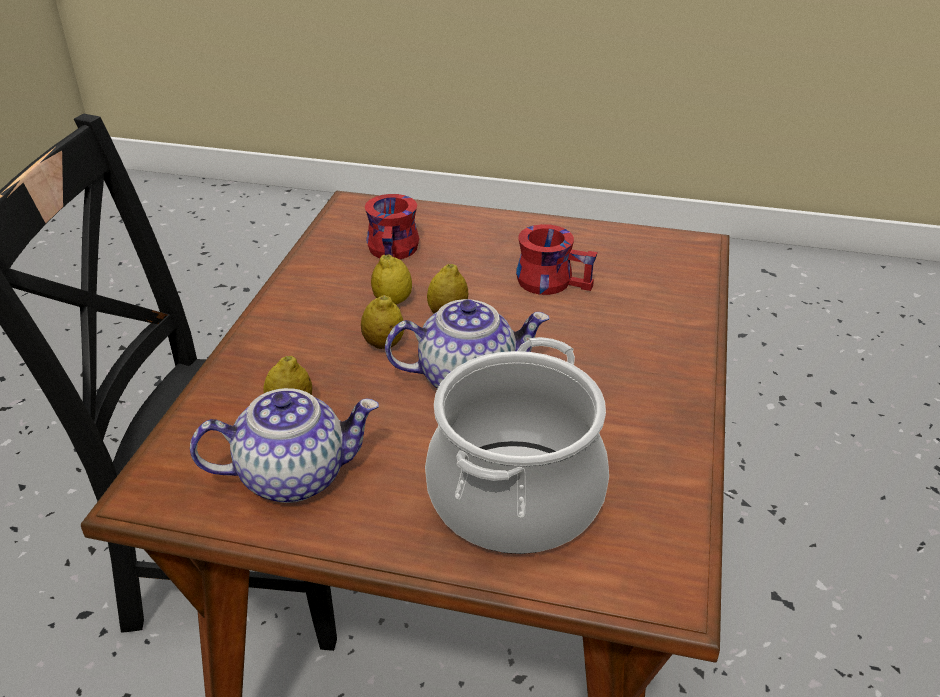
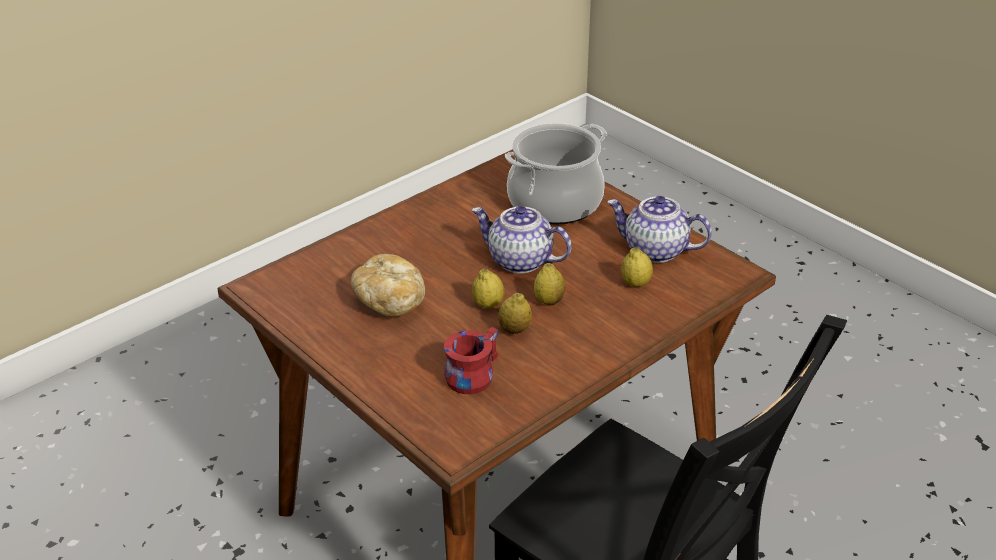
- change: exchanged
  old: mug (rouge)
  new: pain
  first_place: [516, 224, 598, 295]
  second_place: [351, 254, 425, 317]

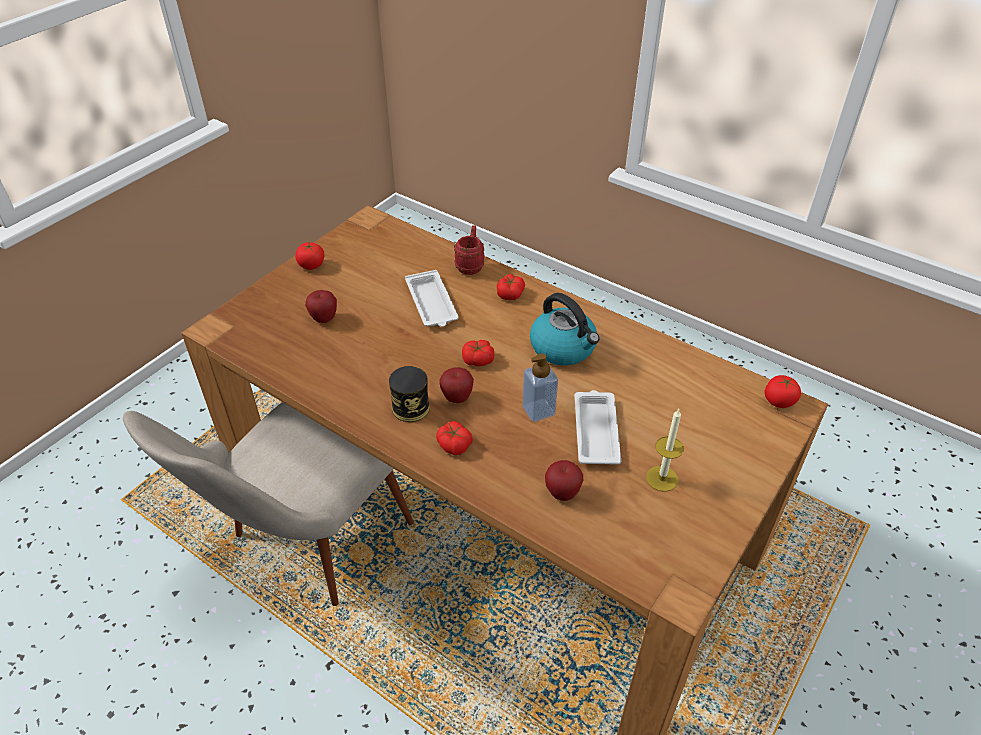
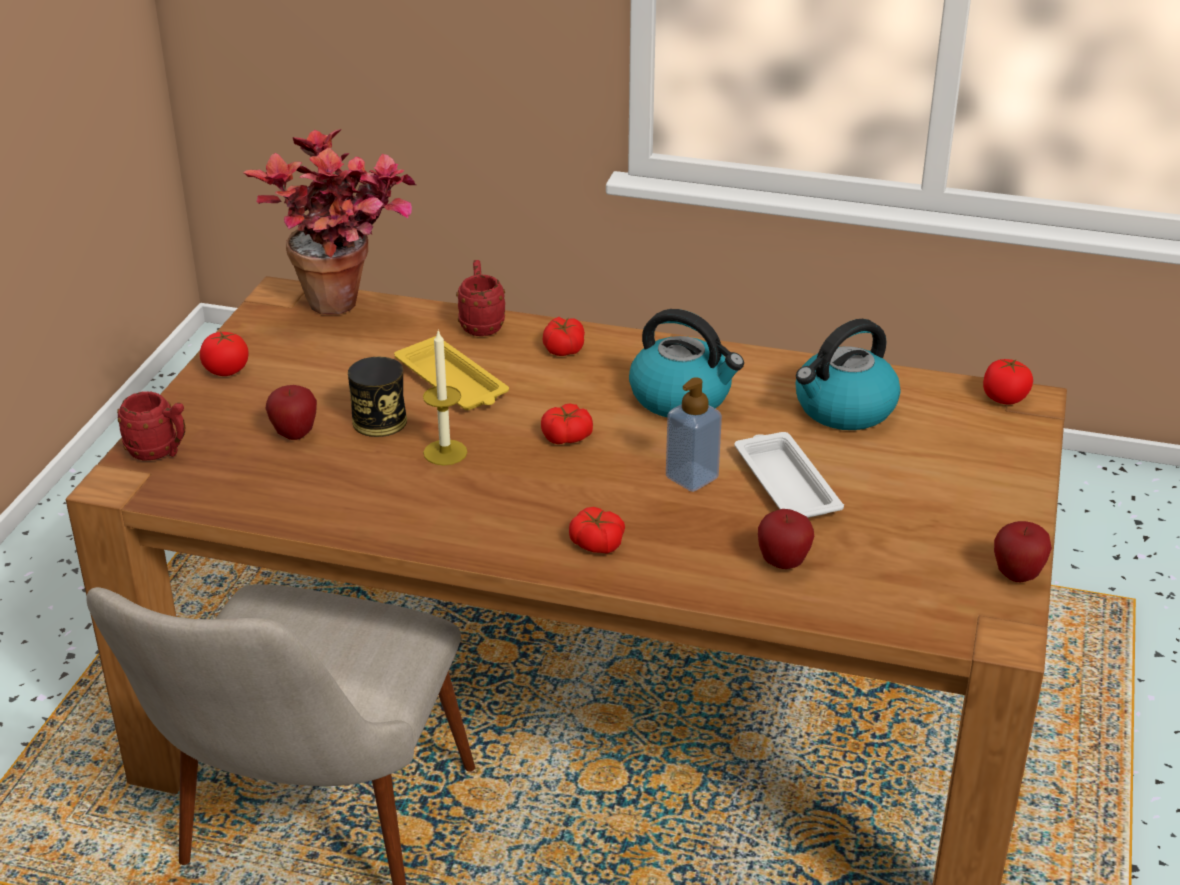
- change: relocated
  old: boîte métallique
  first_place: [389, 366, 430, 422]
  second_place: [348, 357, 407, 437]
- change: colour
  old: plateau (blanc)
  new: plateau (jaune)
  first_place: [405, 270, 459, 327]
  second_place: [394, 336, 509, 410]
- change: relocated
  old: pomme
  first_place: [439, 367, 474, 403]
  second_place: [994, 521, 1052, 582]
- change: relocated
  old: bougie
  first_place: [646, 409, 684, 492]
  second_place: [423, 329, 467, 465]
- change: appeared
  new: mug (rouge)
  second_place: [117, 391, 185, 460]
- change: appeared
  new: plante en pot
  second_place: [243, 129, 416, 314]
- change: appeared
  new: bouilloire
  second_place: [796, 319, 901, 430]

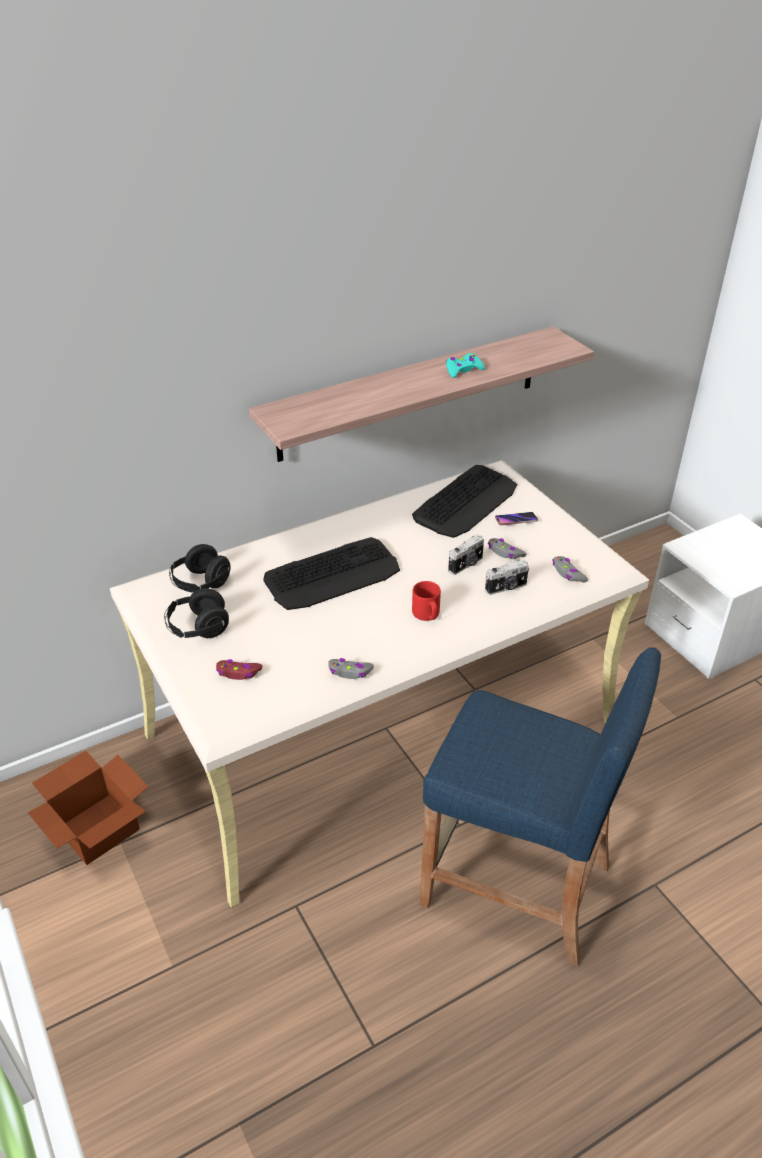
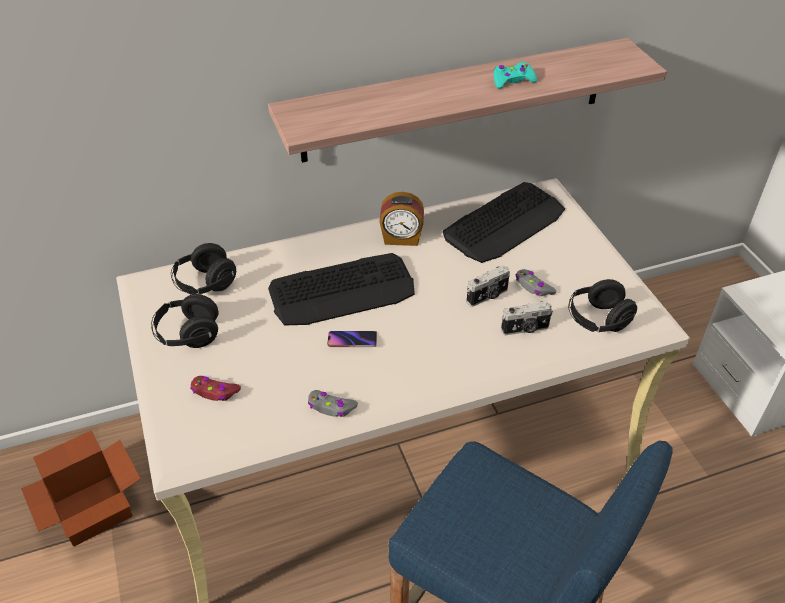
- change: missing
  old: mug (rouge)
  first_place: [412, 581, 441, 621]
- change: relocated
  old: téléphone
  first_place: [495, 512, 538, 525]
  second_place: [327, 331, 377, 347]
- change: exchanged
  old: manette (gris)
  new: casque audio (noir)
  first_place: [553, 556, 588, 583]
  second_place: [568, 279, 637, 332]
- change: appeared
  new: réveil
  second_place: [379, 192, 424, 246]

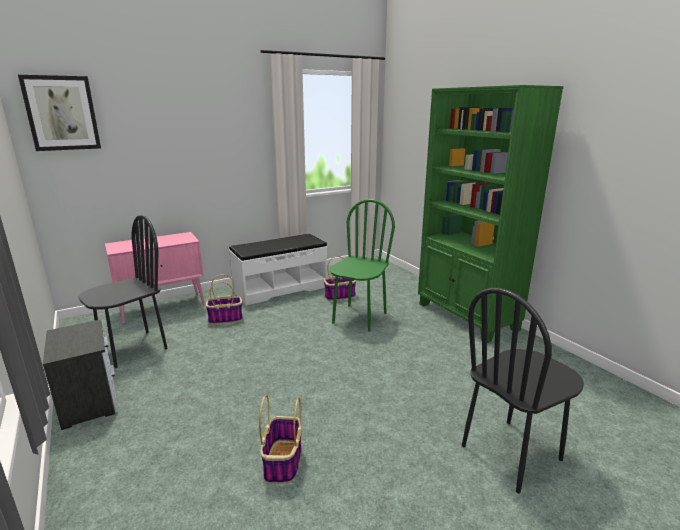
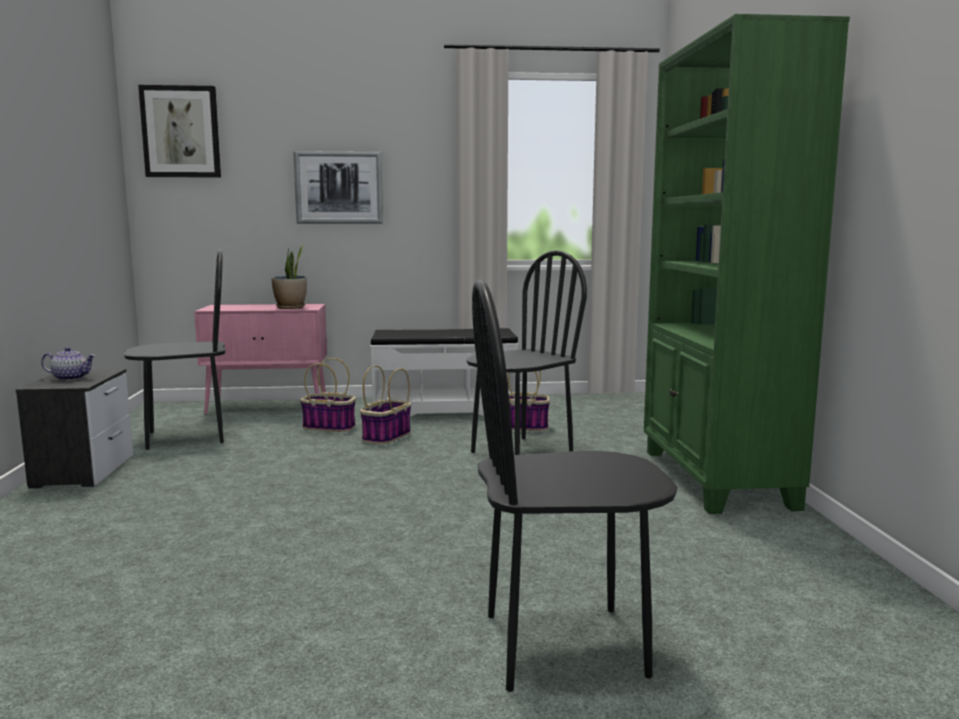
- change: relocated
  old: panier
  first_place: [259, 395, 302, 484]
  second_place: [360, 365, 411, 444]
- change: colour
  old: chaise (vert)
  new: chaise (noir)
  first_place: [330, 199, 395, 332]
  second_place: [466, 250, 587, 455]
- change: appeared
  new: théière
  second_place: [41, 347, 96, 381]
- change: appeared
  new: plante en pot
  second_place: [271, 244, 307, 309]
- change: appeared
  new: tableau
  second_place: [293, 151, 383, 224]

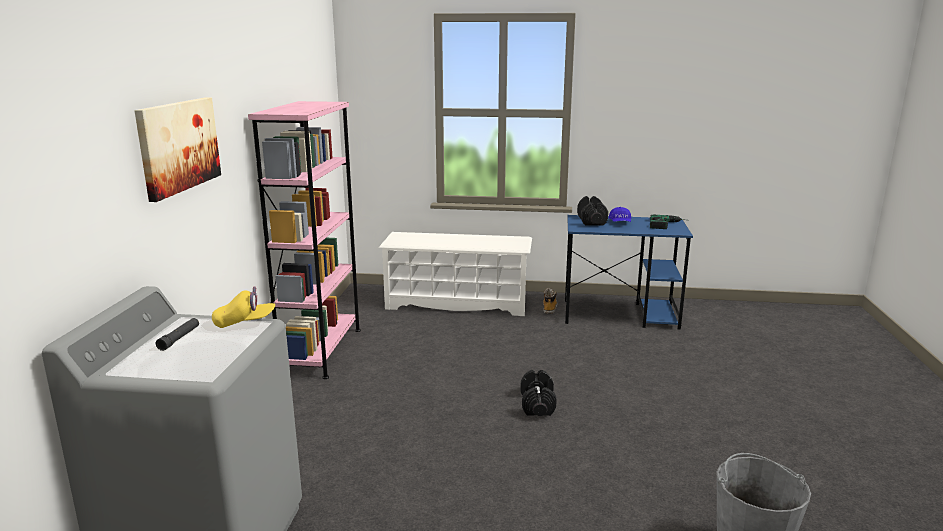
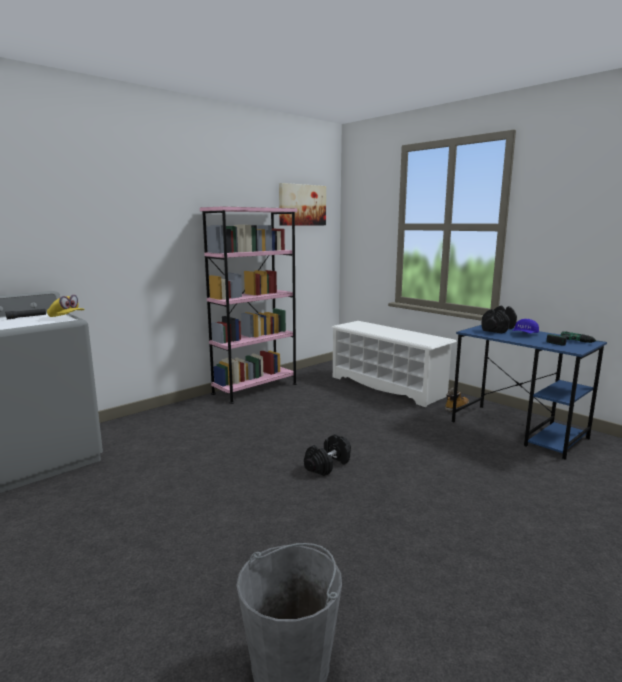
- change: relocated
  old: tableau
  first_place: [134, 97, 221, 202]
  second_place: [279, 183, 326, 226]

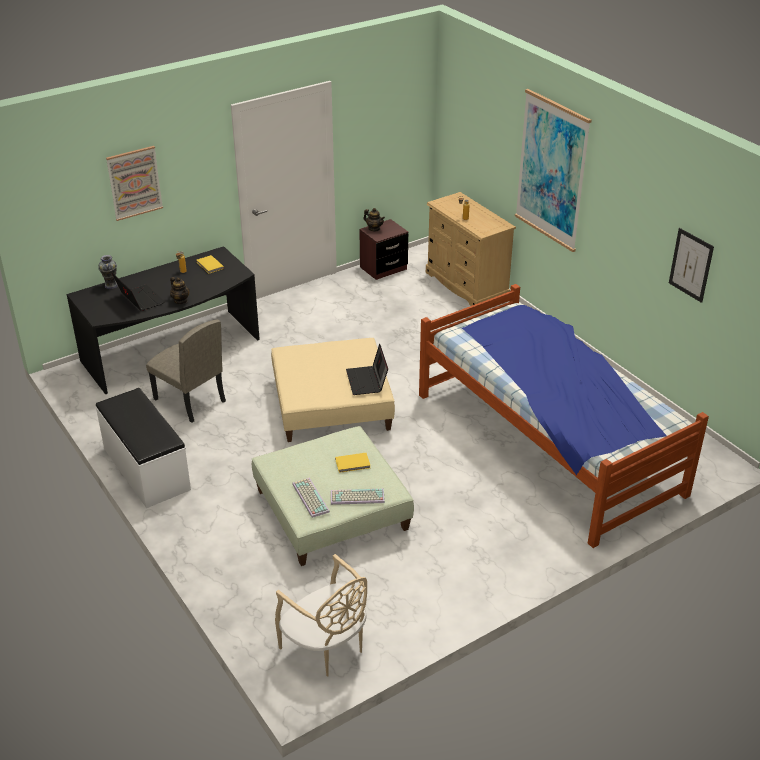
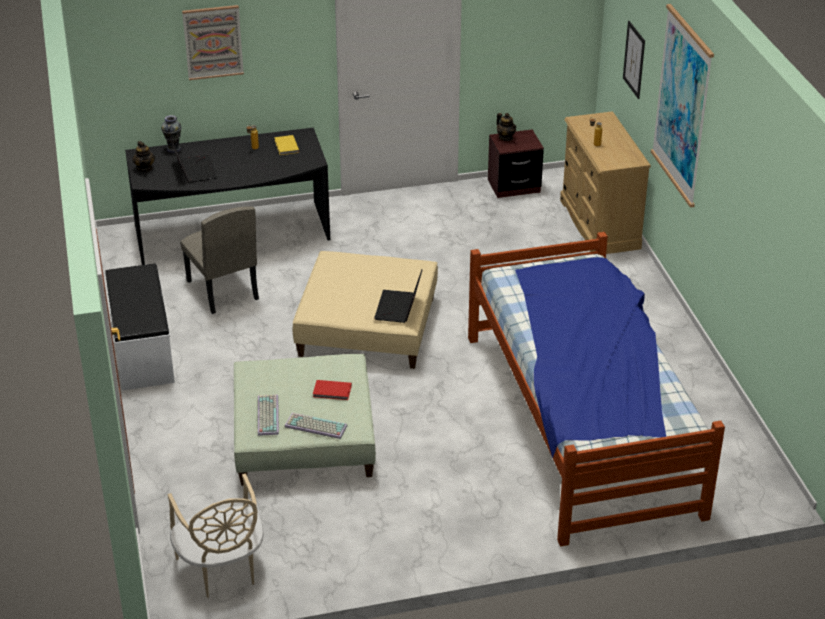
- change: relocated
  old: théière
  first_place: [170, 277, 190, 304]
  second_place: [132, 141, 155, 172]
- change: colour
  old: livre (jaune)
  new: livre (rouge)
  first_place: [335, 453, 370, 473]
  second_place: [313, 380, 352, 400]
- change: relocated
  old: tableau
  first_place: [669, 228, 714, 303]
  second_place: [623, 21, 645, 99]

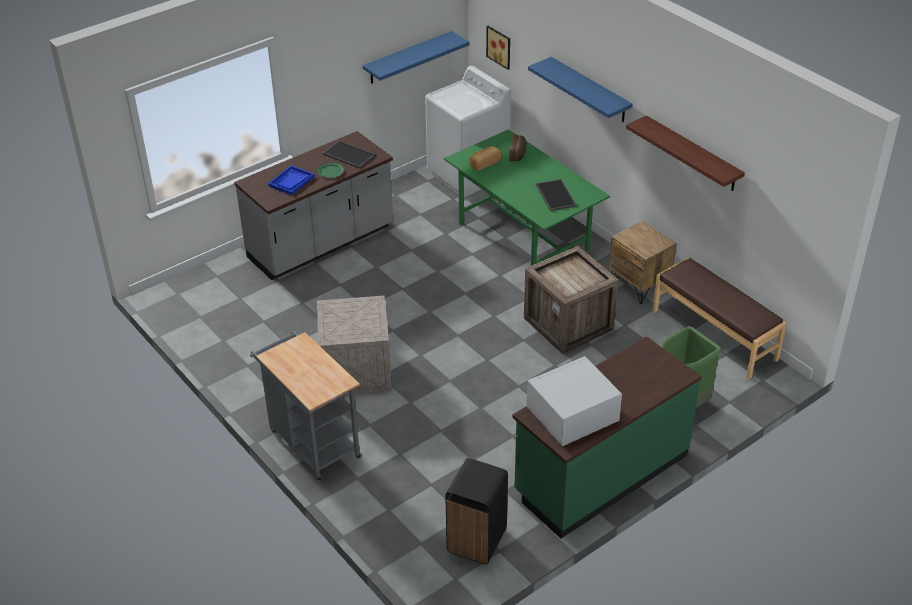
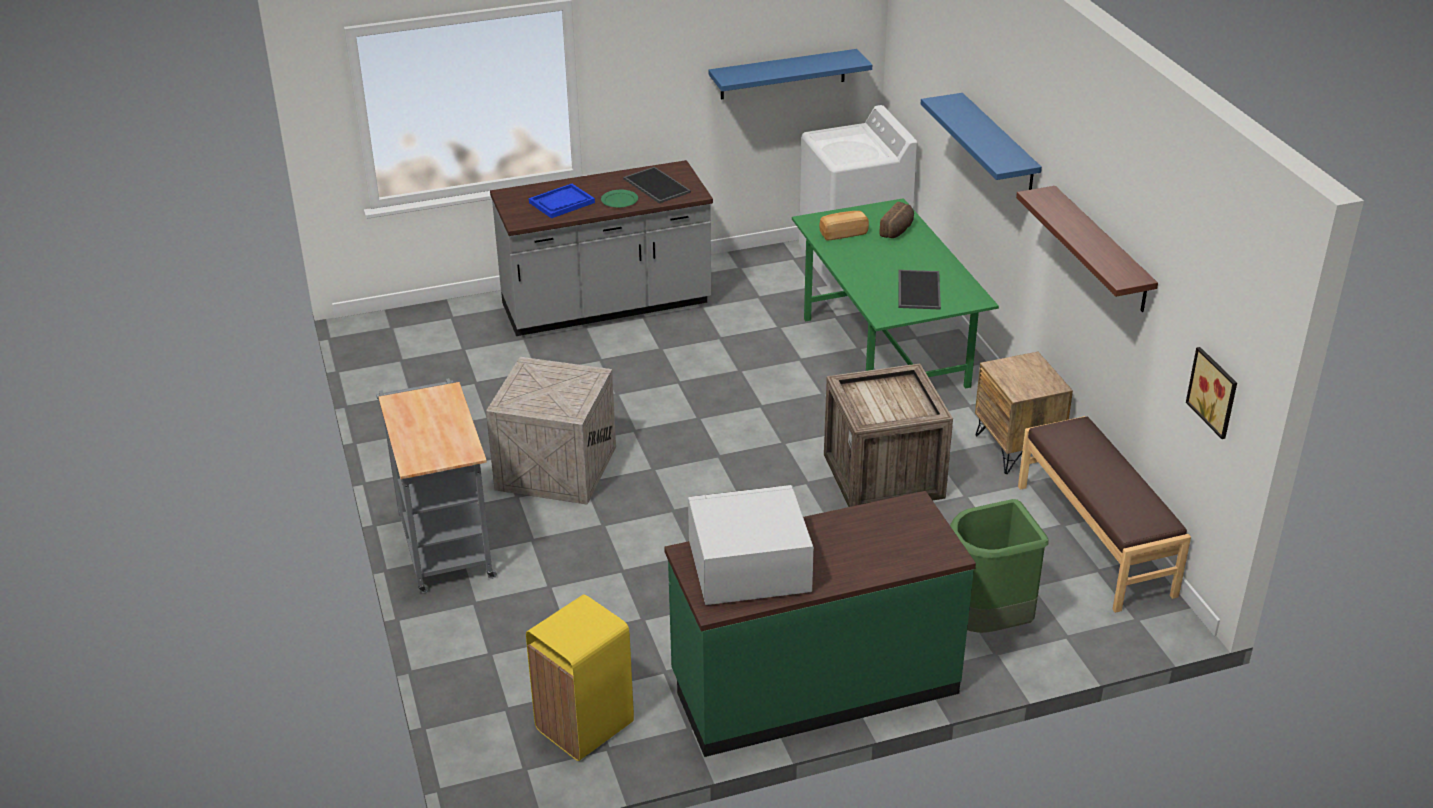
- change: colour
  old: poubelle (noir)
  new: poubelle (jaune)
  first_place: [445, 458, 508, 564]
  second_place: [526, 594, 634, 761]
- change: relocated
  old: tableau
  first_place: [486, 26, 510, 70]
  second_place: [1186, 347, 1237, 439]

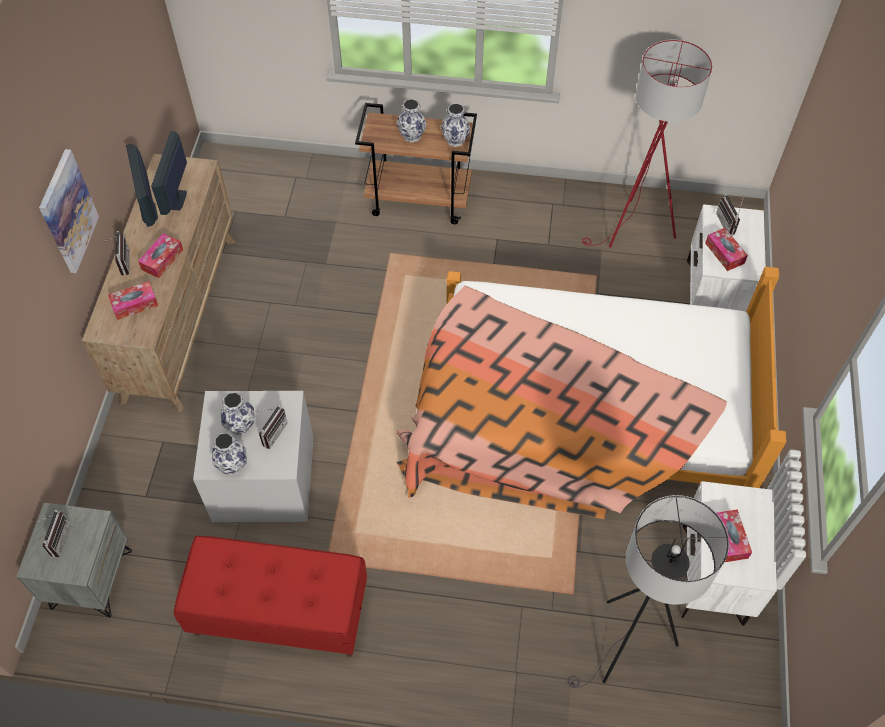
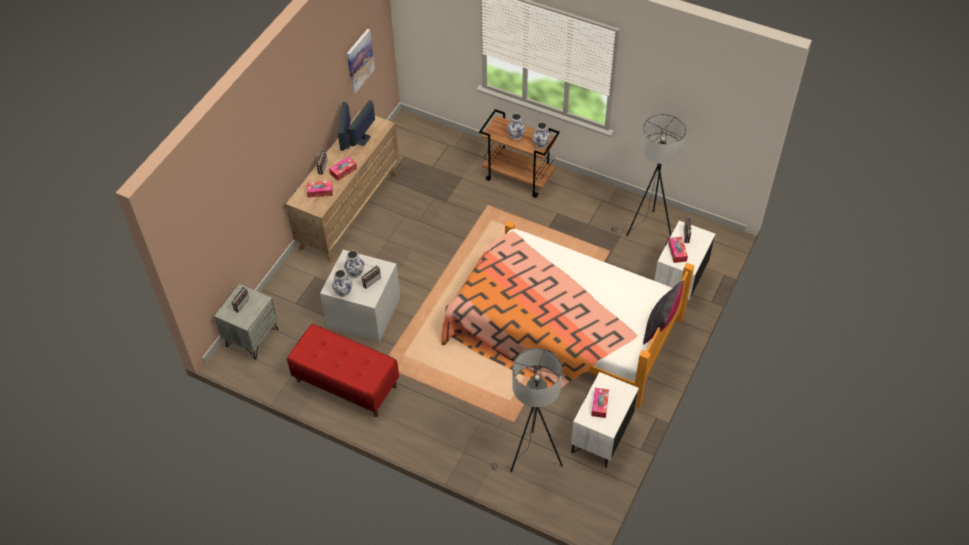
- change: relocated
  old: tableau
  first_place: [39, 149, 99, 273]
  second_place: [347, 29, 375, 94]
- change: colour
  old: lampadaire (rouge)
  new: lampadaire (gris)
  first_place: [582, 40, 712, 247]
  second_place: [611, 114, 686, 237]
- change: appeared
  new: coussin (noir)
  second_place: [643, 281, 684, 344]

